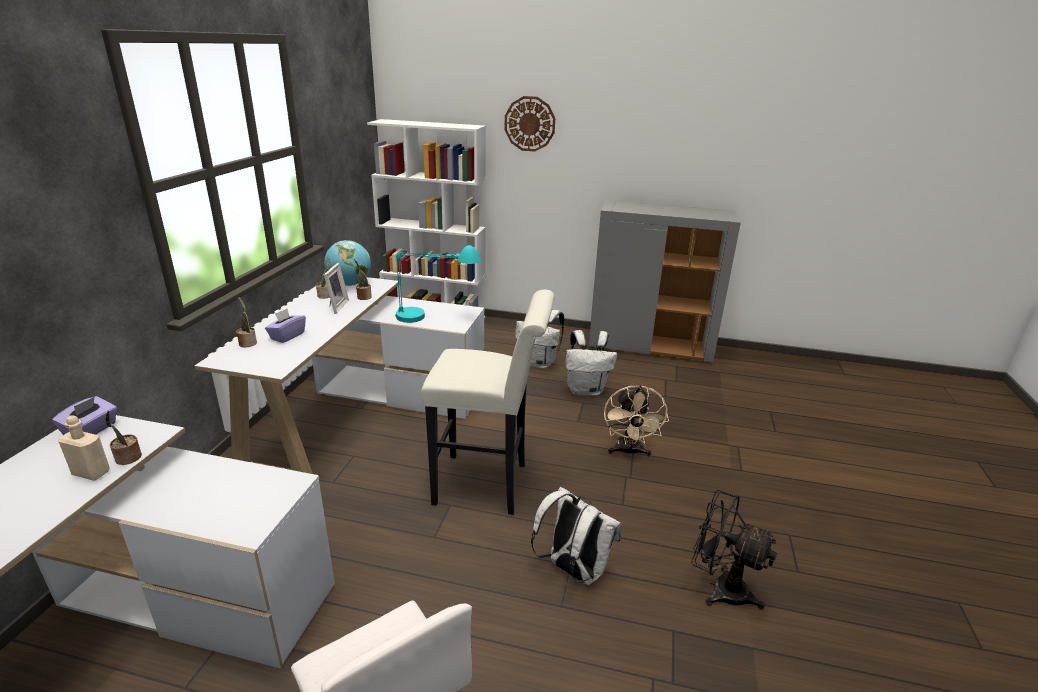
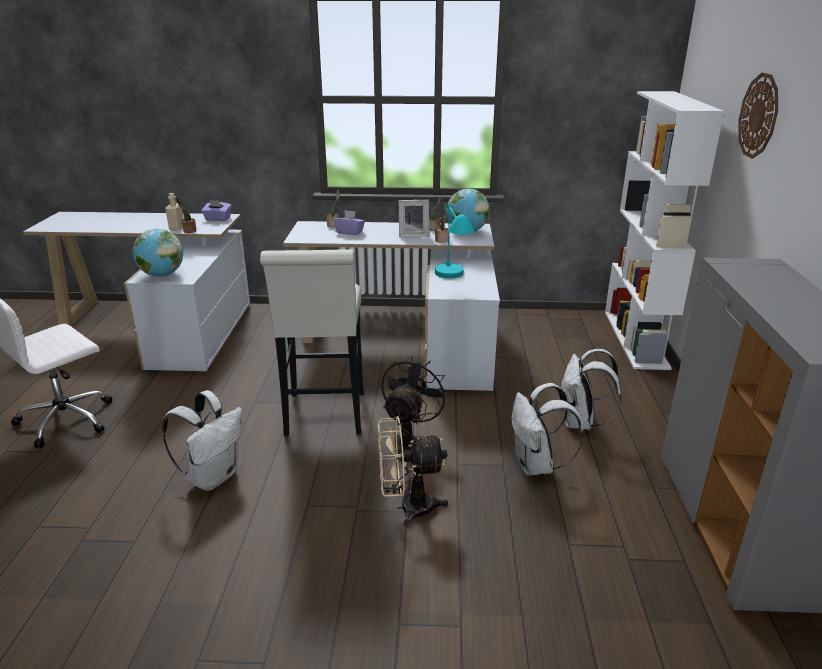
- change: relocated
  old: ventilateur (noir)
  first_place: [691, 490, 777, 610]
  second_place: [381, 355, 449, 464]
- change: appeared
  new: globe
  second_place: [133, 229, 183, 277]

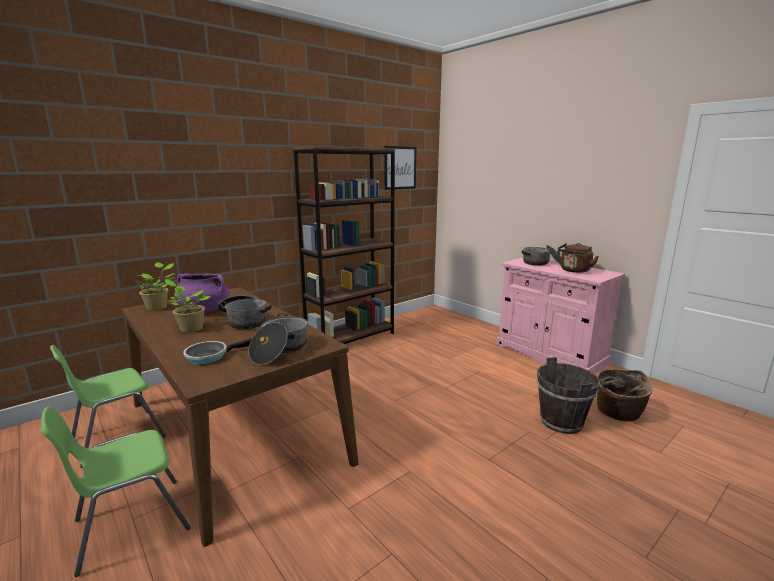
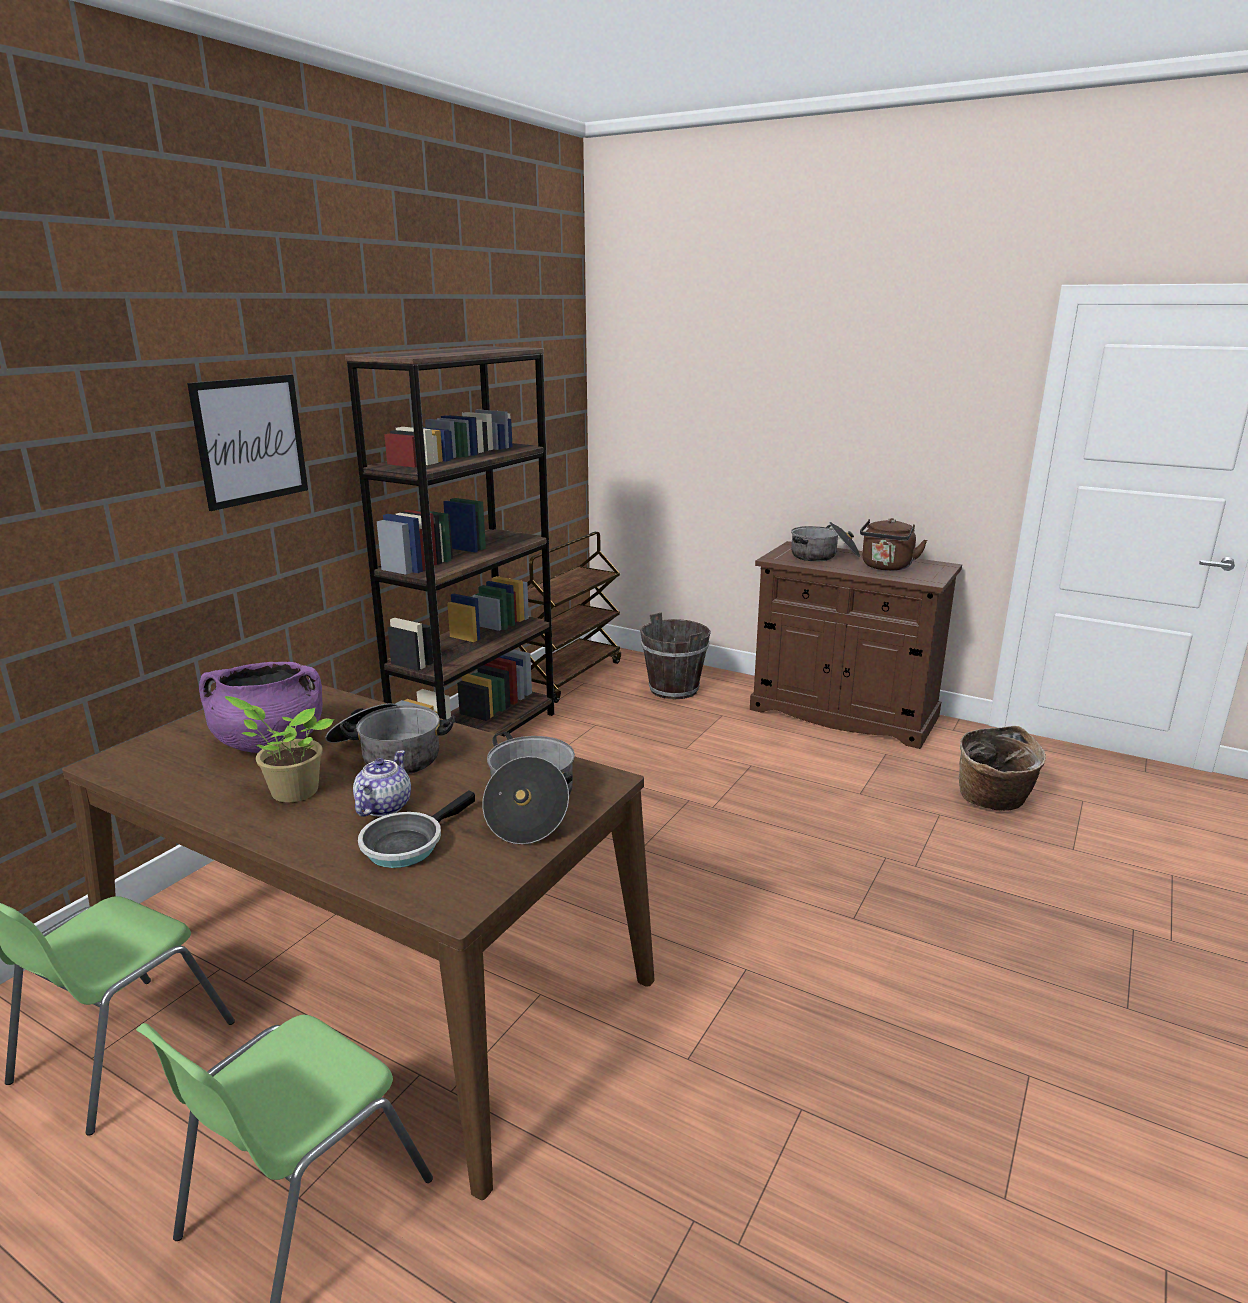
- change: missing
  old: plante en pot
  first_place: [136, 262, 175, 311]
- change: relocated
  old: tableau
  first_place: [384, 146, 417, 190]
  second_place: [187, 375, 308, 511]
- change: colour
  old: meuble de rangement (rose)
  new: meuble de rangement (marron)
  first_place: [496, 258, 625, 374]
  second_place: [750, 541, 962, 749]
- change: relocated
  old: seau (marron)
  first_place: [537, 357, 600, 434]
  second_place: [640, 613, 711, 699]
- change: appeared
  new: théière
  second_place: [353, 750, 411, 817]
- change: appeared
  new: chariot (marron)
  second_place: [519, 532, 621, 703]

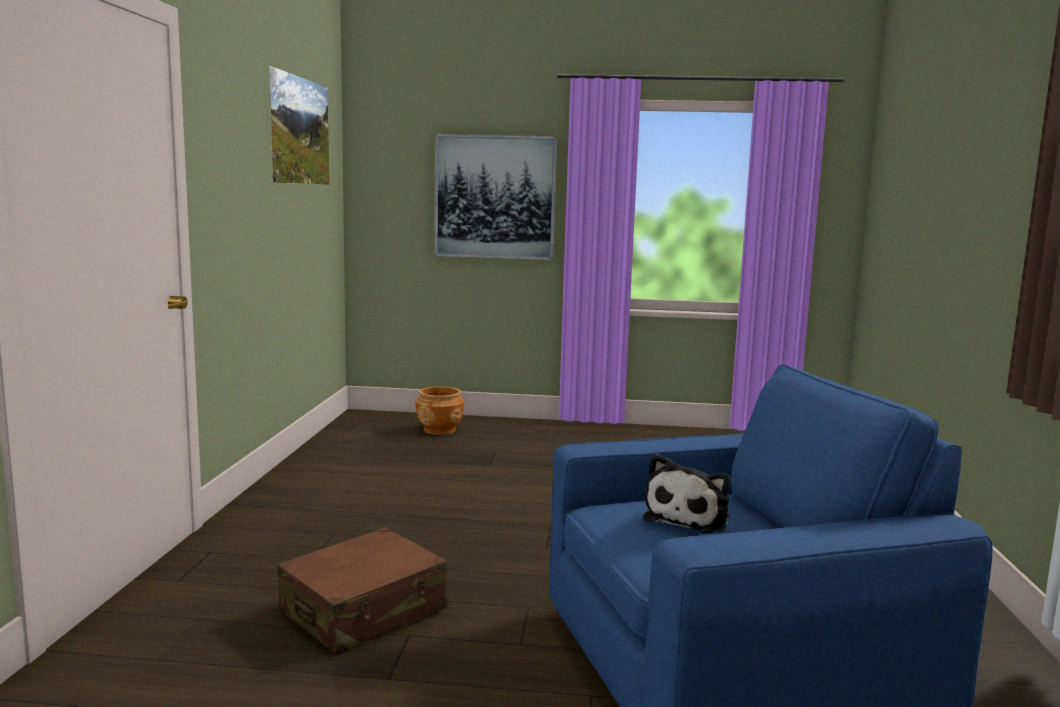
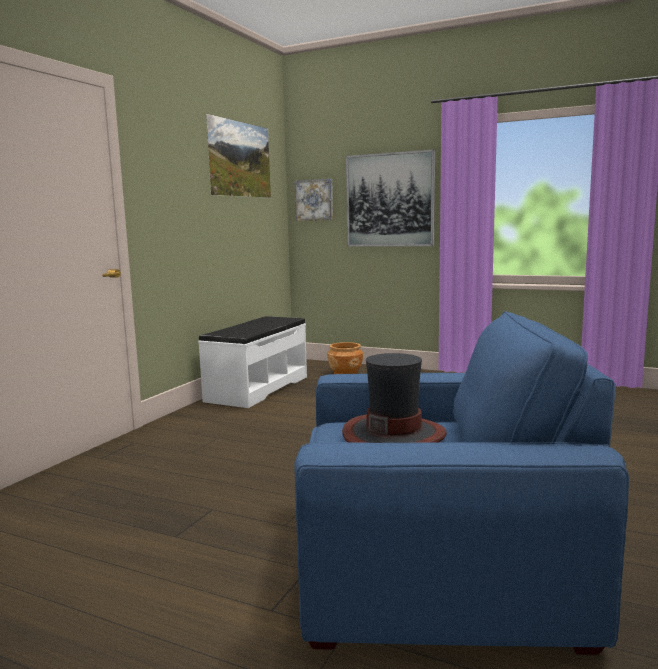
- change: missing
  old: valise (marron)
  first_place: [277, 527, 448, 655]
- change: exchanged
  old: peluche
  new: chapeau
  first_place: [643, 454, 730, 533]
  second_place: [342, 353, 446, 443]
- change: appeared
  new: banc (blanc)
  second_place: [198, 316, 307, 408]
- change: appeared
  new: tableau
  second_place: [295, 179, 333, 221]

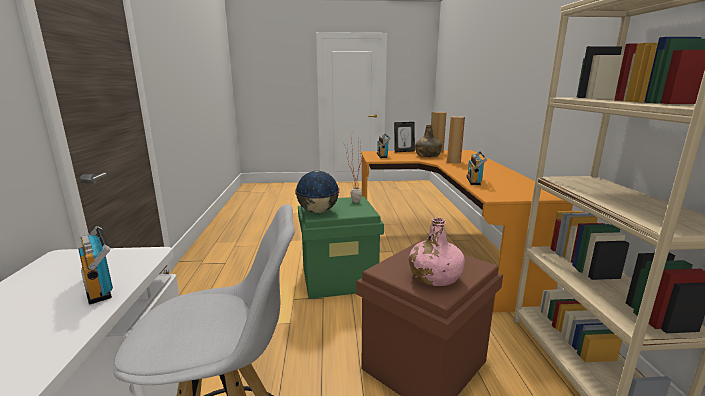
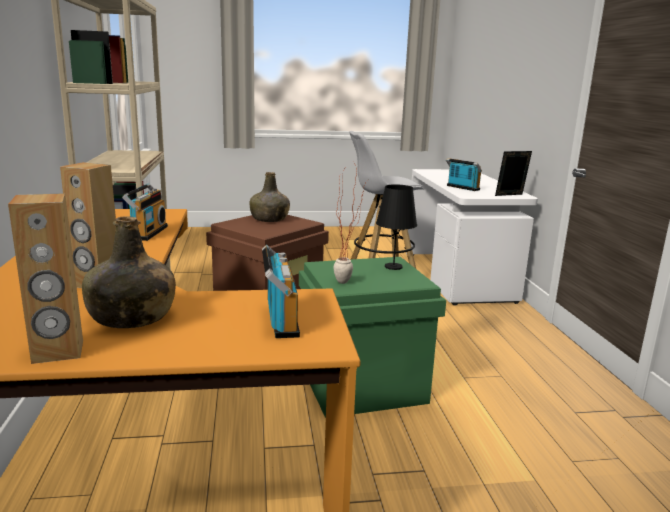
- change: exchanged
  old: globe
  new: lampe de table (noir)
  first_place: [295, 171, 340, 213]
  second_place: [376, 184, 417, 270]
- change: relocated
  old: cadre photo
  first_place: [394, 122, 415, 153]
  second_place: [495, 151, 532, 196]
- change: colour
  old: bouteille (rose)
  new: bouteille (vert)
  first_place: [409, 218, 465, 286]
  second_place: [249, 172, 290, 222]

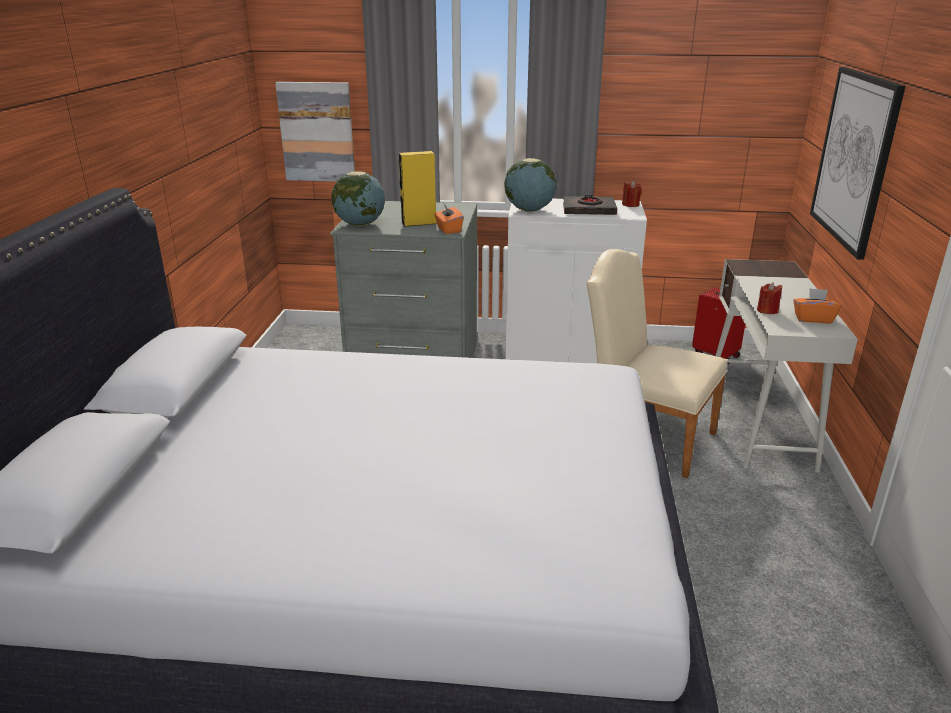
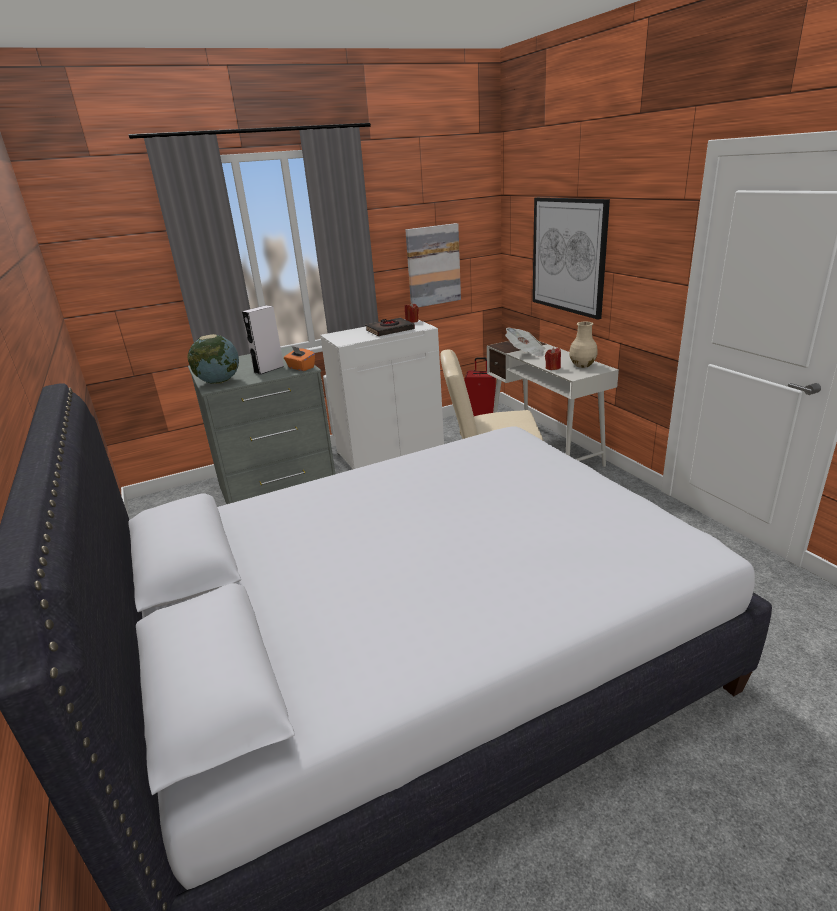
- change: relocated
  old: tableau
  first_place: [275, 82, 355, 182]
  second_place: [405, 223, 461, 307]
- change: colour
  old: enceinte (jaune)
  new: enceinte (blanc)
  first_place: [399, 151, 437, 227]
  second_place: [242, 305, 284, 375]
- change: missing
  old: globe
  first_place: [504, 158, 557, 212]
- change: exchanged
  old: boîte à mouchoirs (orange)
  new: vase (beige)
  first_place: [793, 288, 841, 323]
  second_place: [569, 322, 598, 368]
- change: appeared
  new: journal
  second_place: [506, 327, 545, 357]

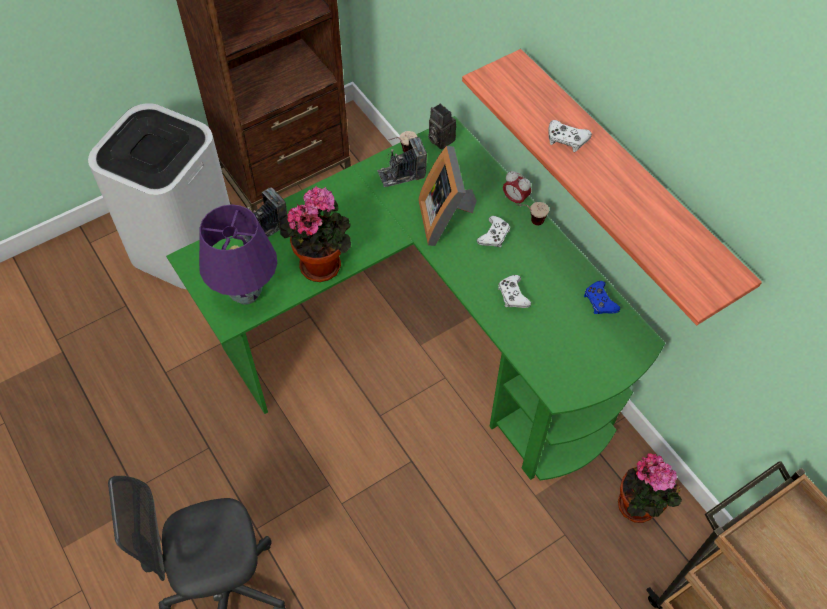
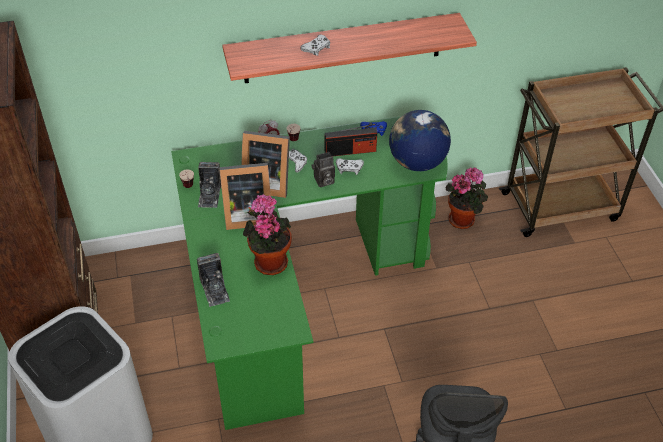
- change: missing
  old: lampe de table (violet)
  first_place: [199, 204, 277, 305]
- change: relocated
  old: appareil photo
  first_place: [428, 103, 456, 149]
  second_place: [312, 152, 335, 187]
- change: appeared
  new: cadre photo
  second_place: [219, 163, 271, 230]
- change: appeared
  new: radio
  second_place: [324, 124, 377, 156]
- change: appeared
  new: globe
  second_place: [389, 110, 451, 171]

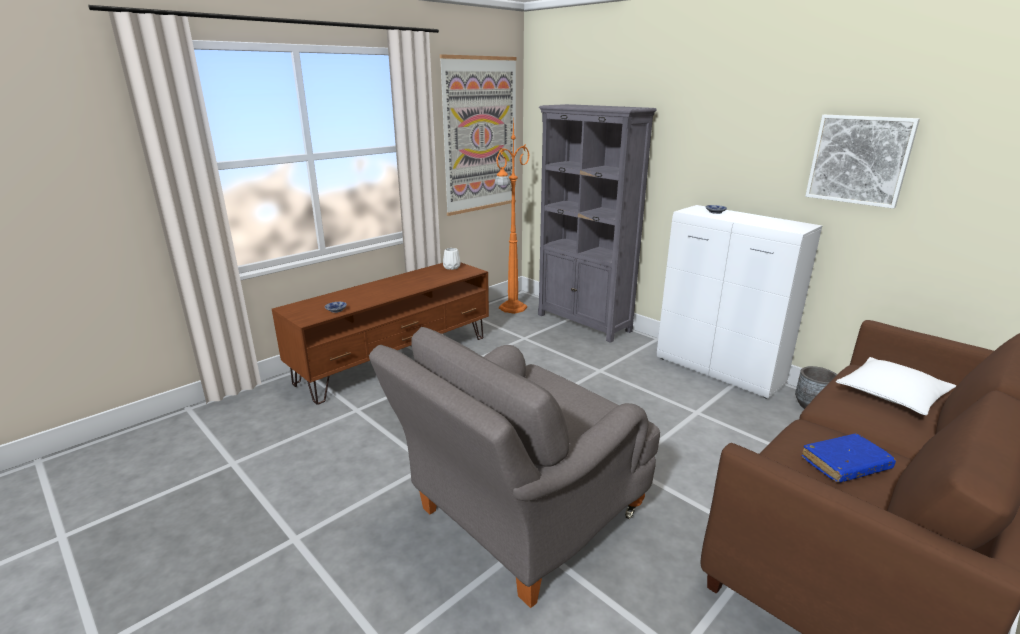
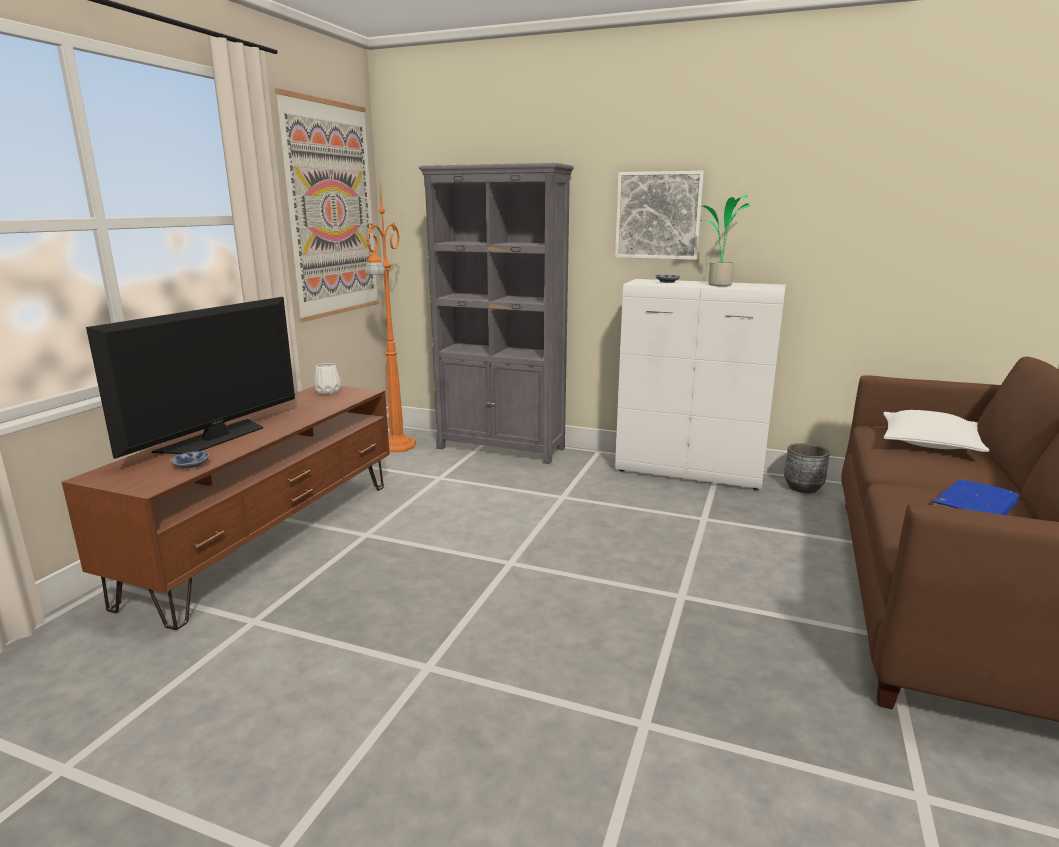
- change: missing
  old: fauteuil (gris)
  first_place: [369, 327, 660, 608]
- change: relocated
  old: tableau
  first_place: [805, 115, 920, 209]
  second_place: [615, 171, 704, 260]
- change: appeared
  new: téléviseur
  second_place: [86, 297, 295, 459]
- change: appeared
  new: plante en pot
  second_place: [700, 195, 750, 286]

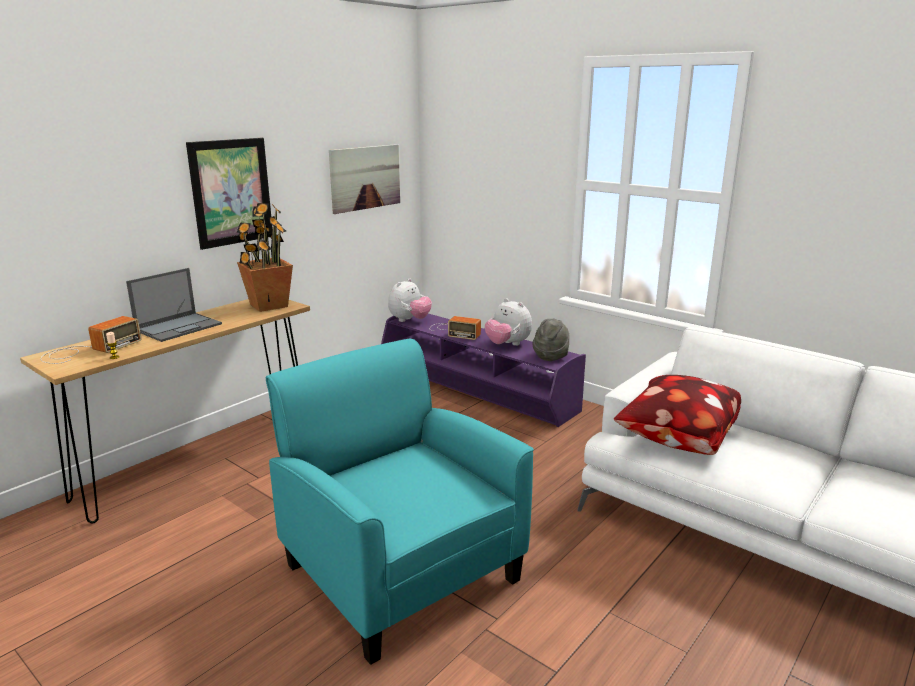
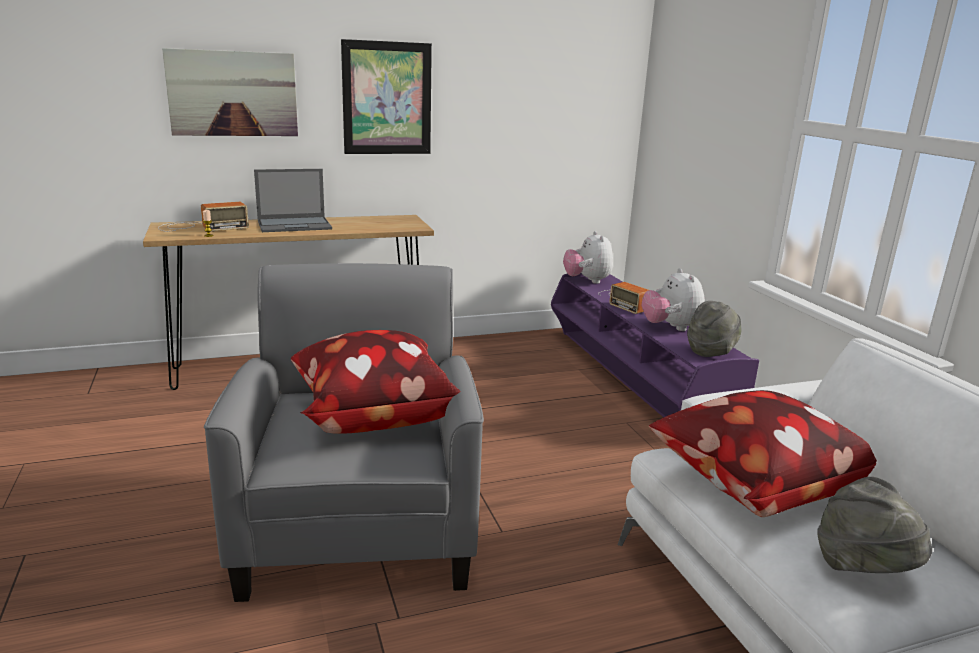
- change: missing
  old: plante en pot
  first_place: [237, 203, 293, 312]
- change: colour
  old: fauteuil (turquoise)
  new: fauteuil (gris)
  first_place: [266, 339, 534, 665]
  second_place: [204, 263, 484, 602]
- change: relocated
  old: tableau
  first_place: [329, 144, 400, 214]
  second_place: [162, 48, 298, 136]
- change: spun
  old: peluche
  first_place: [388, 278, 432, 322]
  second_place: [563, 231, 613, 284]
  degrees: 105
- change: appeared
  new: coussin
  second_place: [291, 330, 461, 434]
- change: appeared
  new: chapeau (gris)
  second_place: [817, 477, 932, 573]

